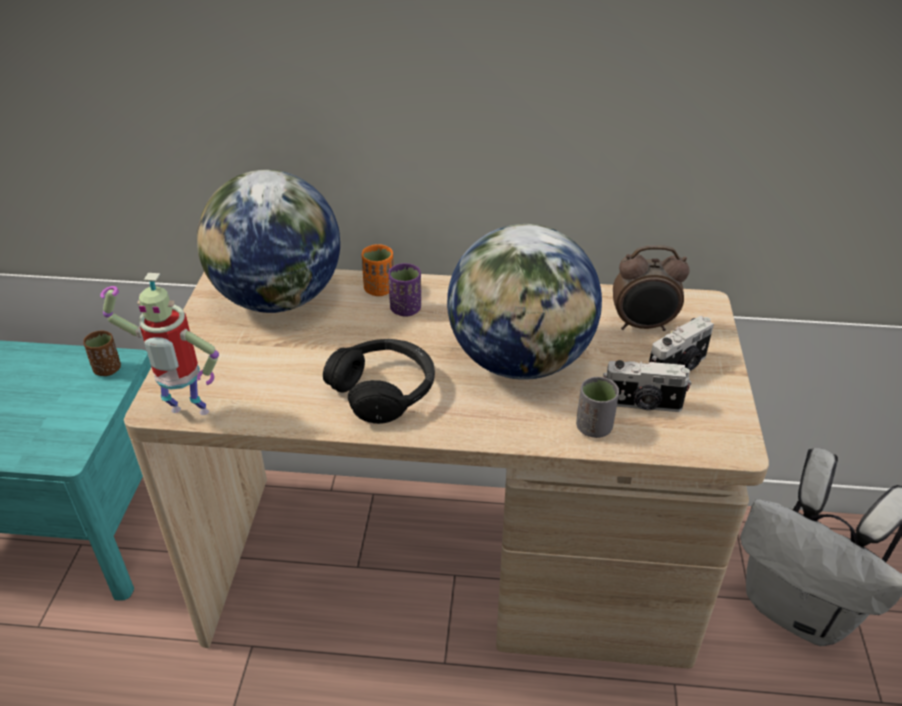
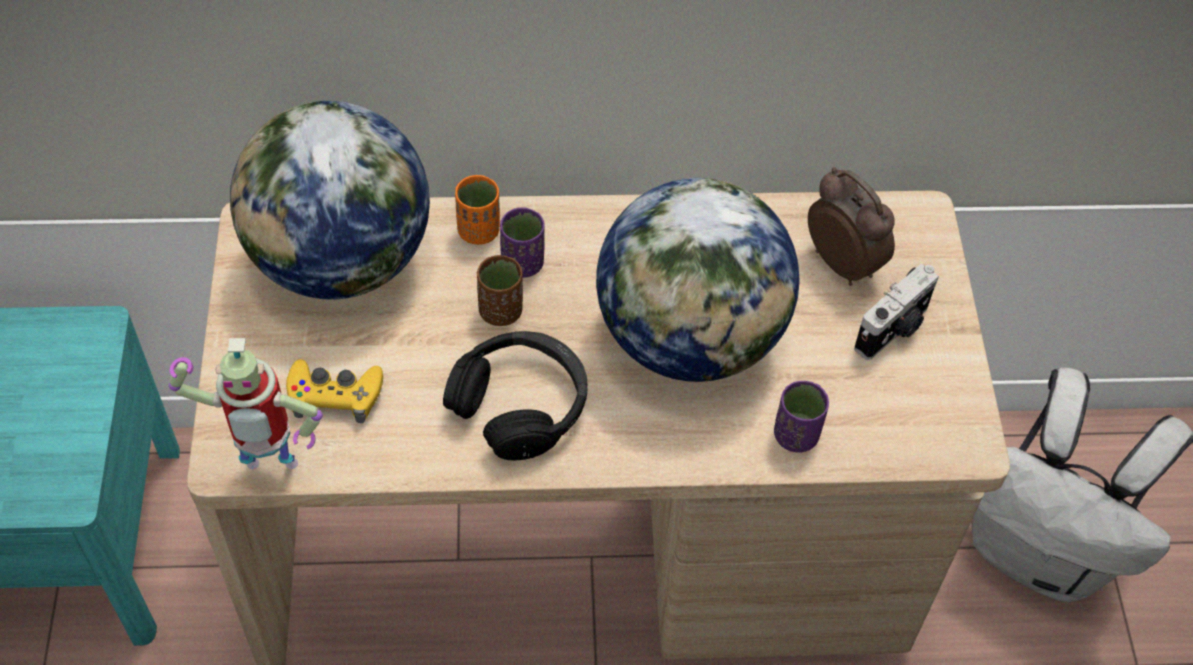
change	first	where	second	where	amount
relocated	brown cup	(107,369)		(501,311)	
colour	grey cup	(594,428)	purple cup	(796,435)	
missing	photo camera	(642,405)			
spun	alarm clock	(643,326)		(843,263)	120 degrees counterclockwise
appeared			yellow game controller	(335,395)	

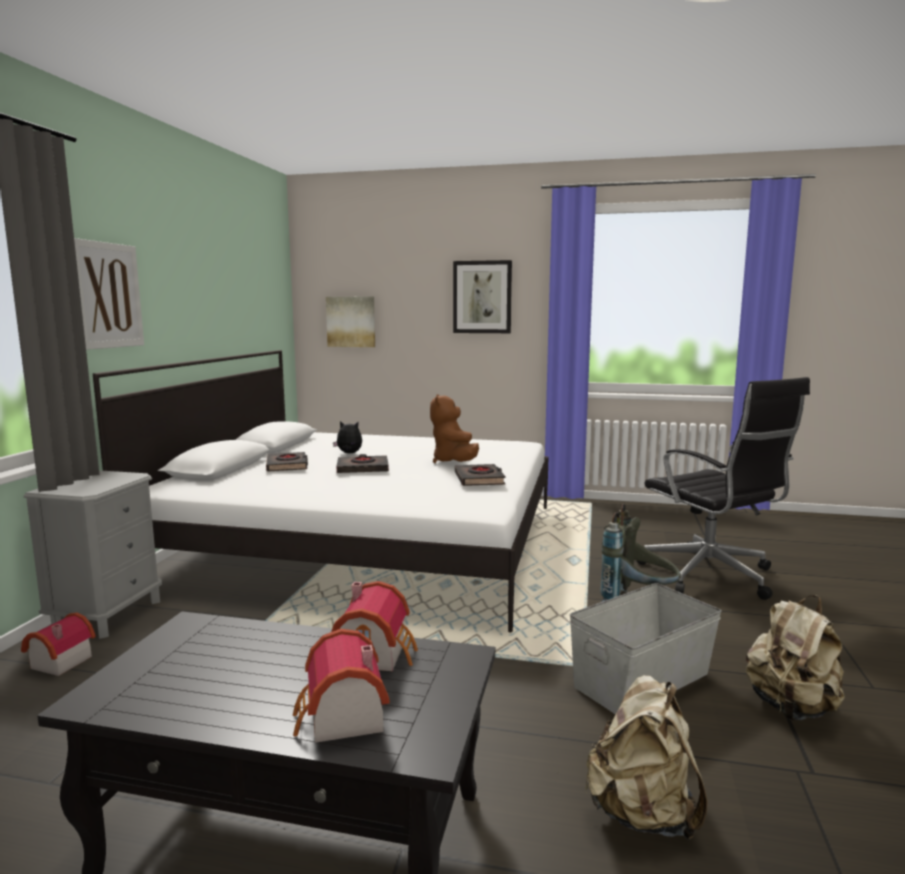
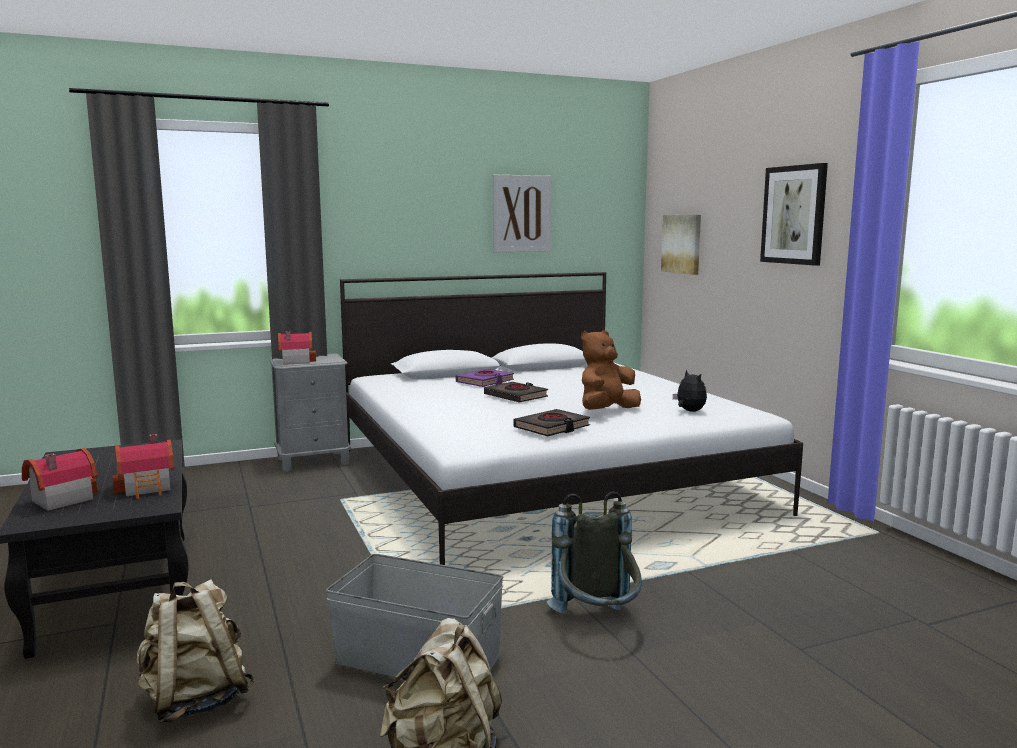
change	first	where	second	where	amount
relocated	toy house	(57,662)		(295,361)	
relocated	picture	(107,295)		(521,213)	
colour	black book	(287,466)	purple book	(485,382)	
relocated	plush toy	(349,453)		(689,411)	
missing	black office chair	(711,576)			

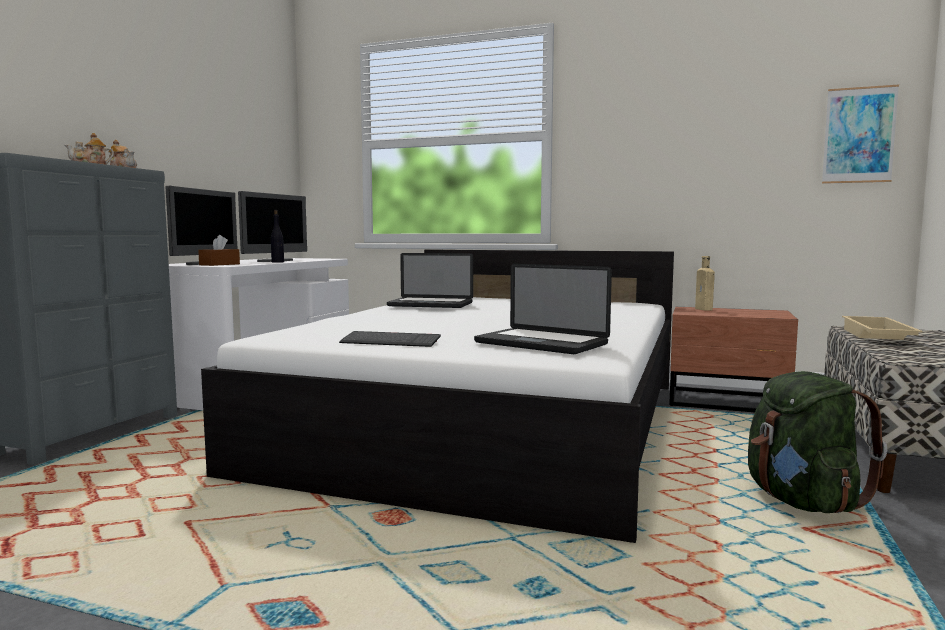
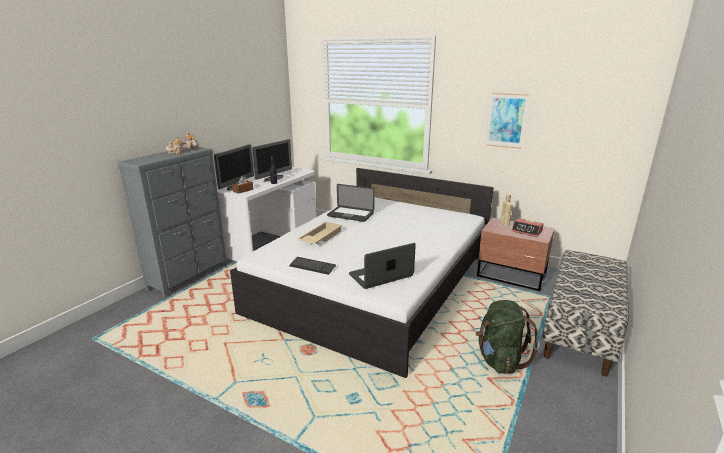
change	first	where	second	where	amount
spun	laptop	(540,343)		(381,275)	105 degrees clockwise
relocated	picture	(859,135)		(506,120)	
relocated	beige tray	(875,336)		(320,237)	
appeared			alarm clock	(527,231)	

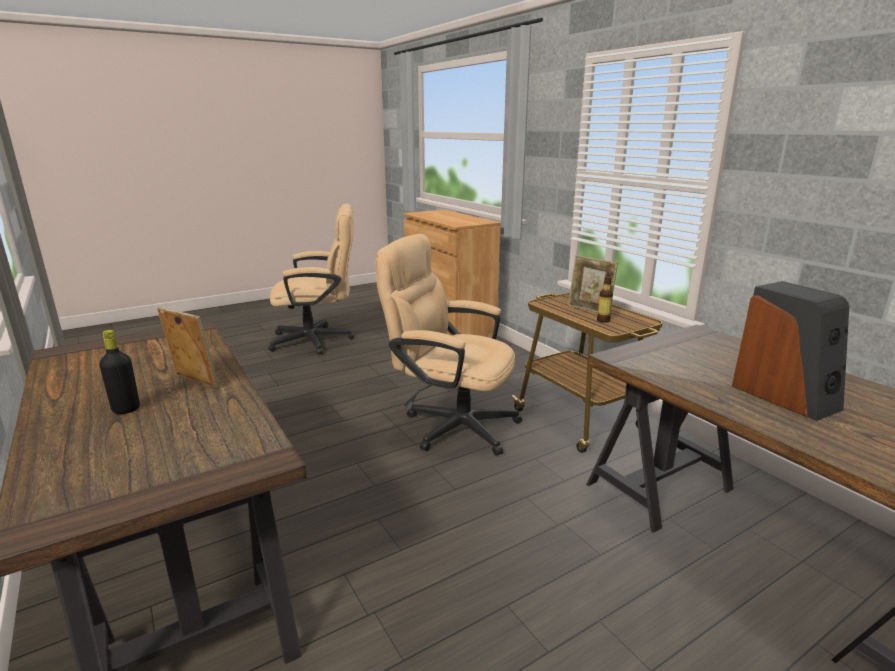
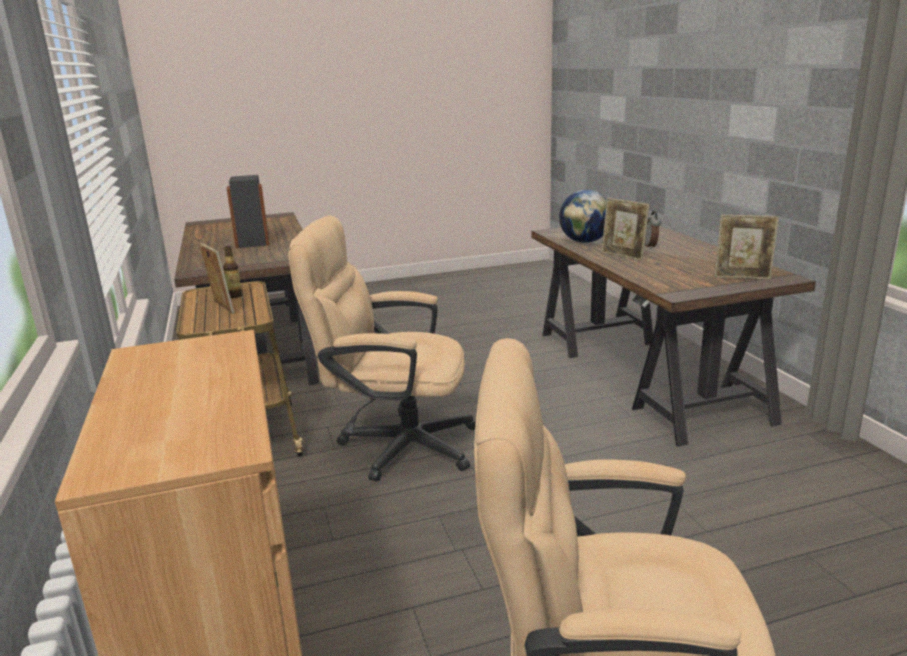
change	first	where	second	where	amount
exchanged	black bottle	(126,409)	alarm clock	(651,246)	
spun	beige office chair	(451,424)		(395,445)	150 degrees clockwise
appeared			globe	(584,242)	
appeared			picture frame	(742,278)	

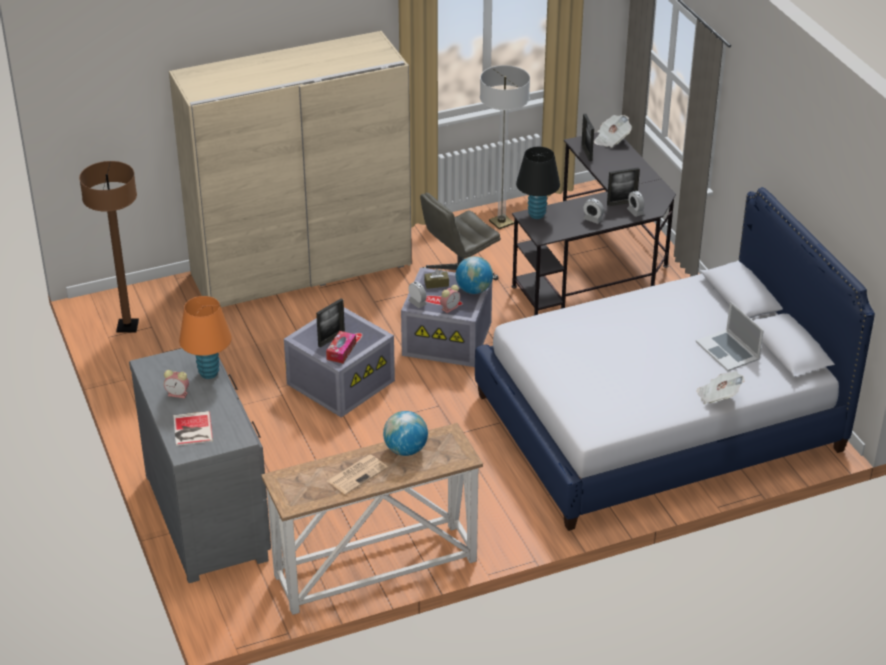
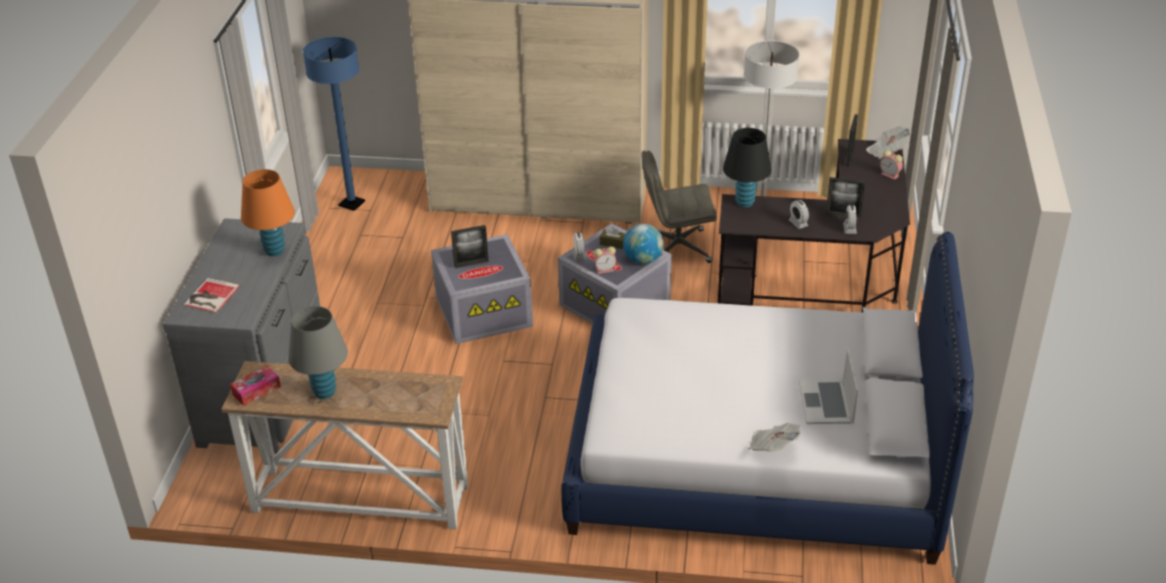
change	first	where	second	where	amount
colour	brown floor lamp	(127,326)	blue floor lamp	(352,204)	
relocated	alarm clock	(178,394)		(890,175)	
relocated	tissue box	(341,351)		(256,390)	
exchanged	newspaper	(357,474)	grey table lamp	(324,392)	
missing	globe	(405,450)			

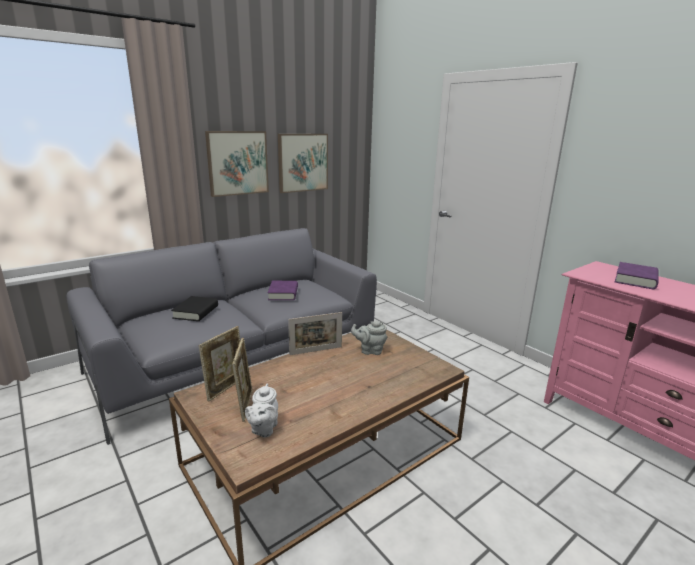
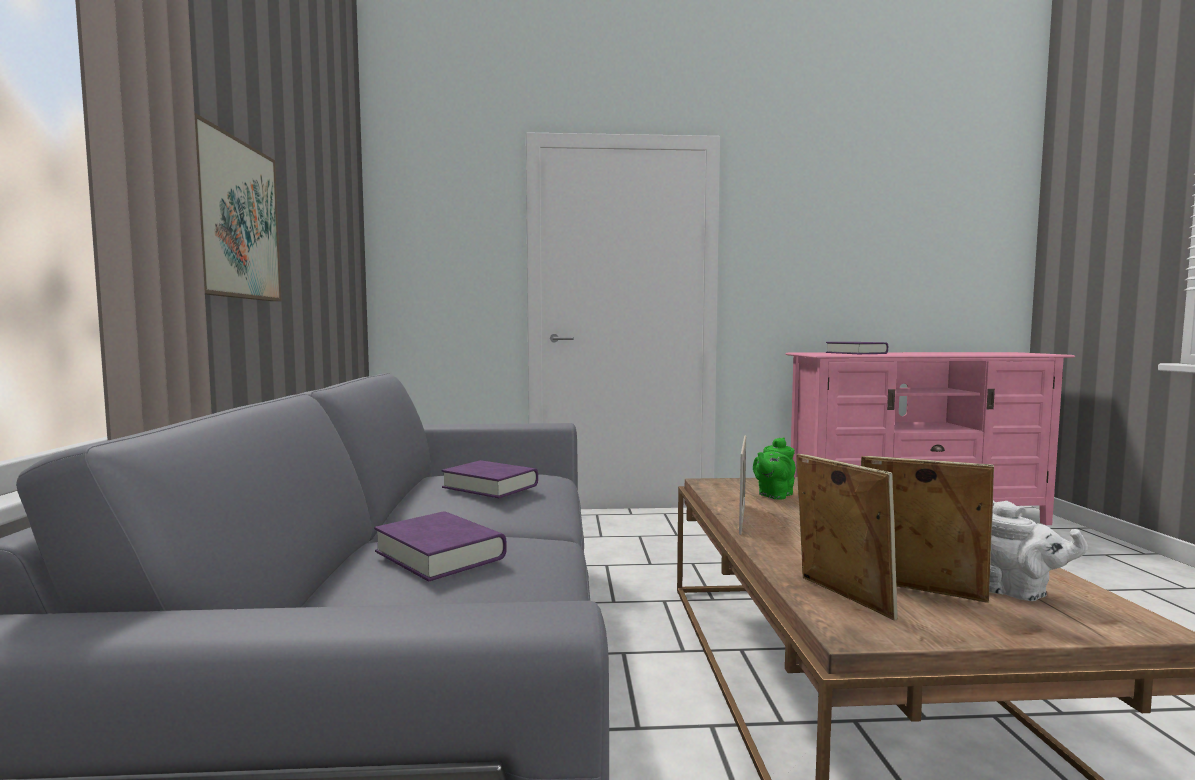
change	first	where	second	where	amount
colour	black book	(196,312)	purple book	(439,555)	
missing	picture	(303,162)			
colour	grey teapot	(370,350)	green teapot	(774,495)	

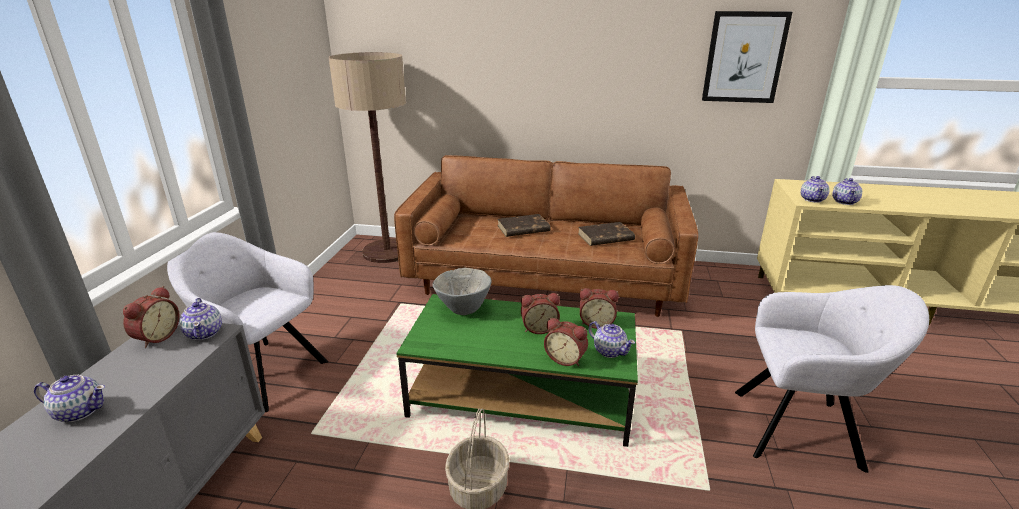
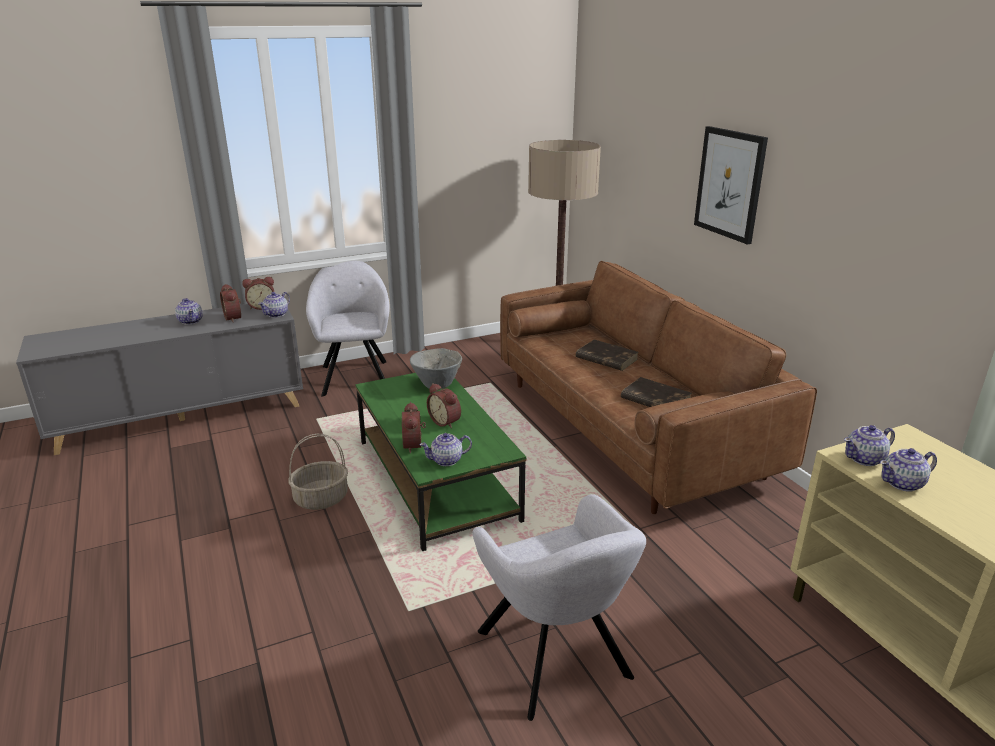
change	first	where	second	where	amount
relocated	alarm clock	(596,322)		(235,318)	
spun	teapot	(609,351)		(447,460)	60 degrees clockwise
relocated	picture	(744,57)		(730,184)	

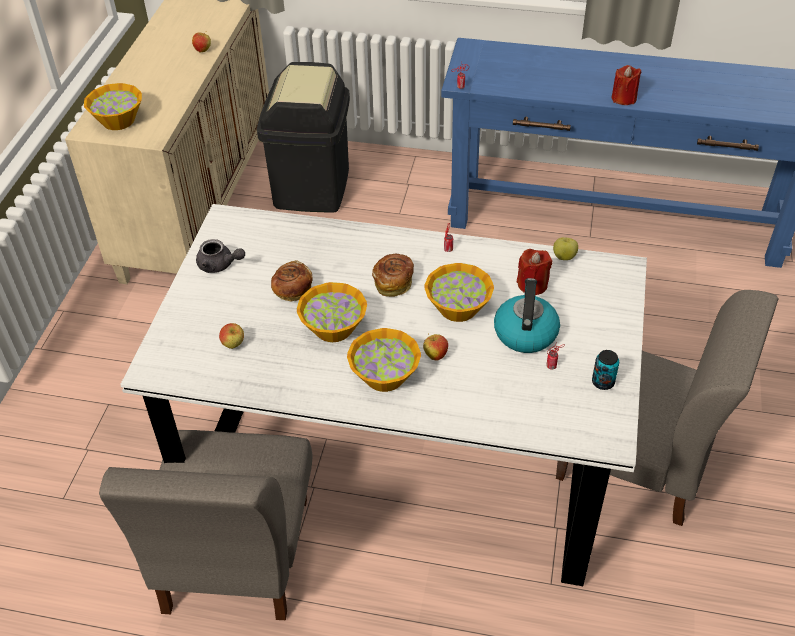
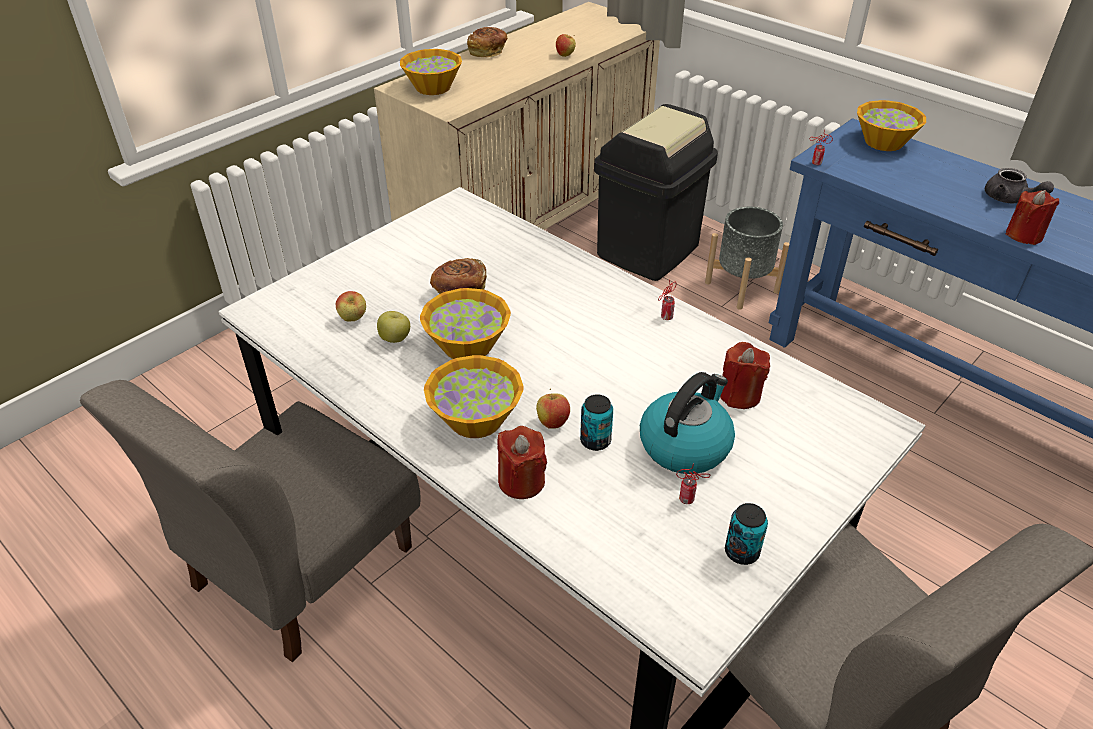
change	first	where	second	where	amount
relocated	grey teapot	(219,265)		(1009,199)	
relocated	bread	(393,282)		(487,52)	
relocated	bowl	(458,307)		(884,142)	
relocated	apple	(564,257)		(395,339)	
appeared			red candle	(521,481)	
appeared			can	(595,441)	
appeared			grey planter	(741,287)	

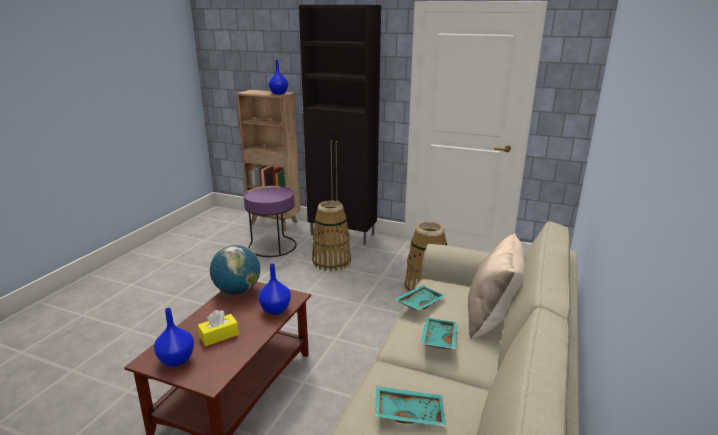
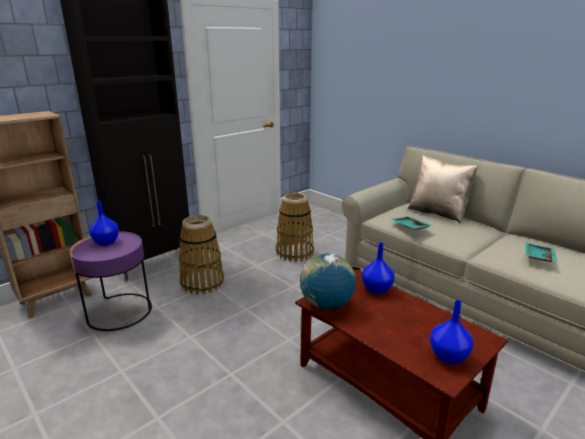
change	first	where	second	where	amount
missing	yellow tissue box	(219,336)			
relocated	blue vase	(279,93)		(107,242)	
missing	turquoise tray	(438,339)			

